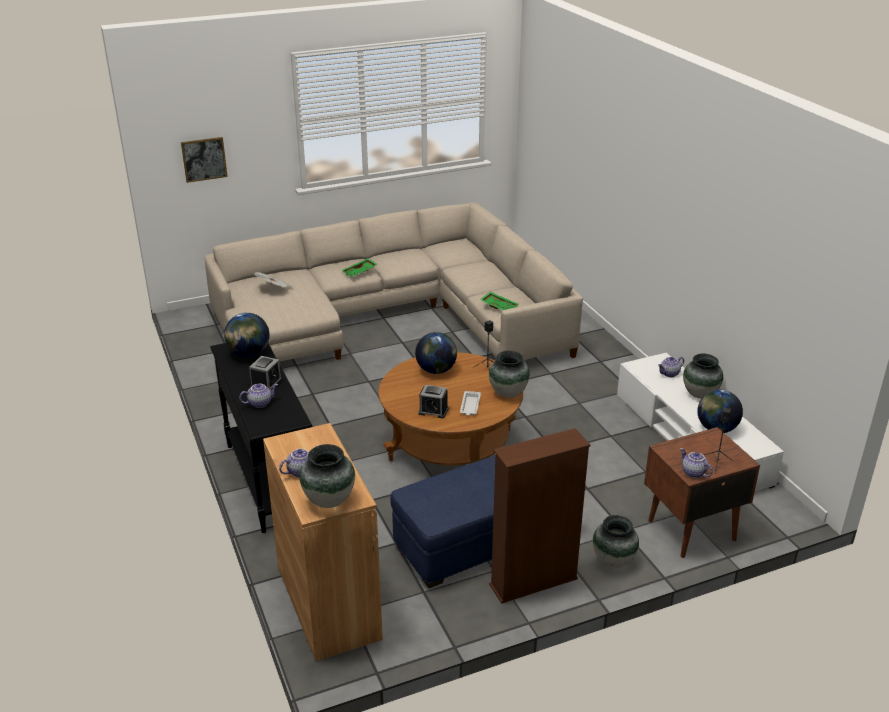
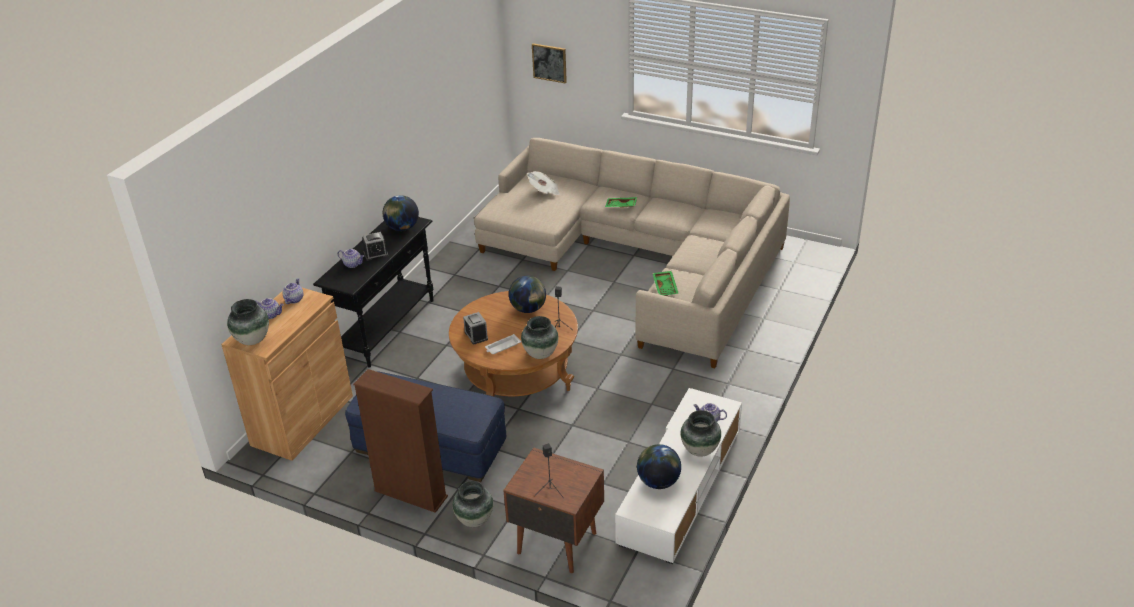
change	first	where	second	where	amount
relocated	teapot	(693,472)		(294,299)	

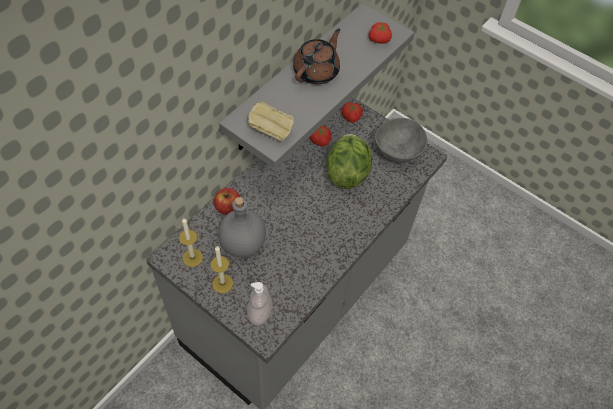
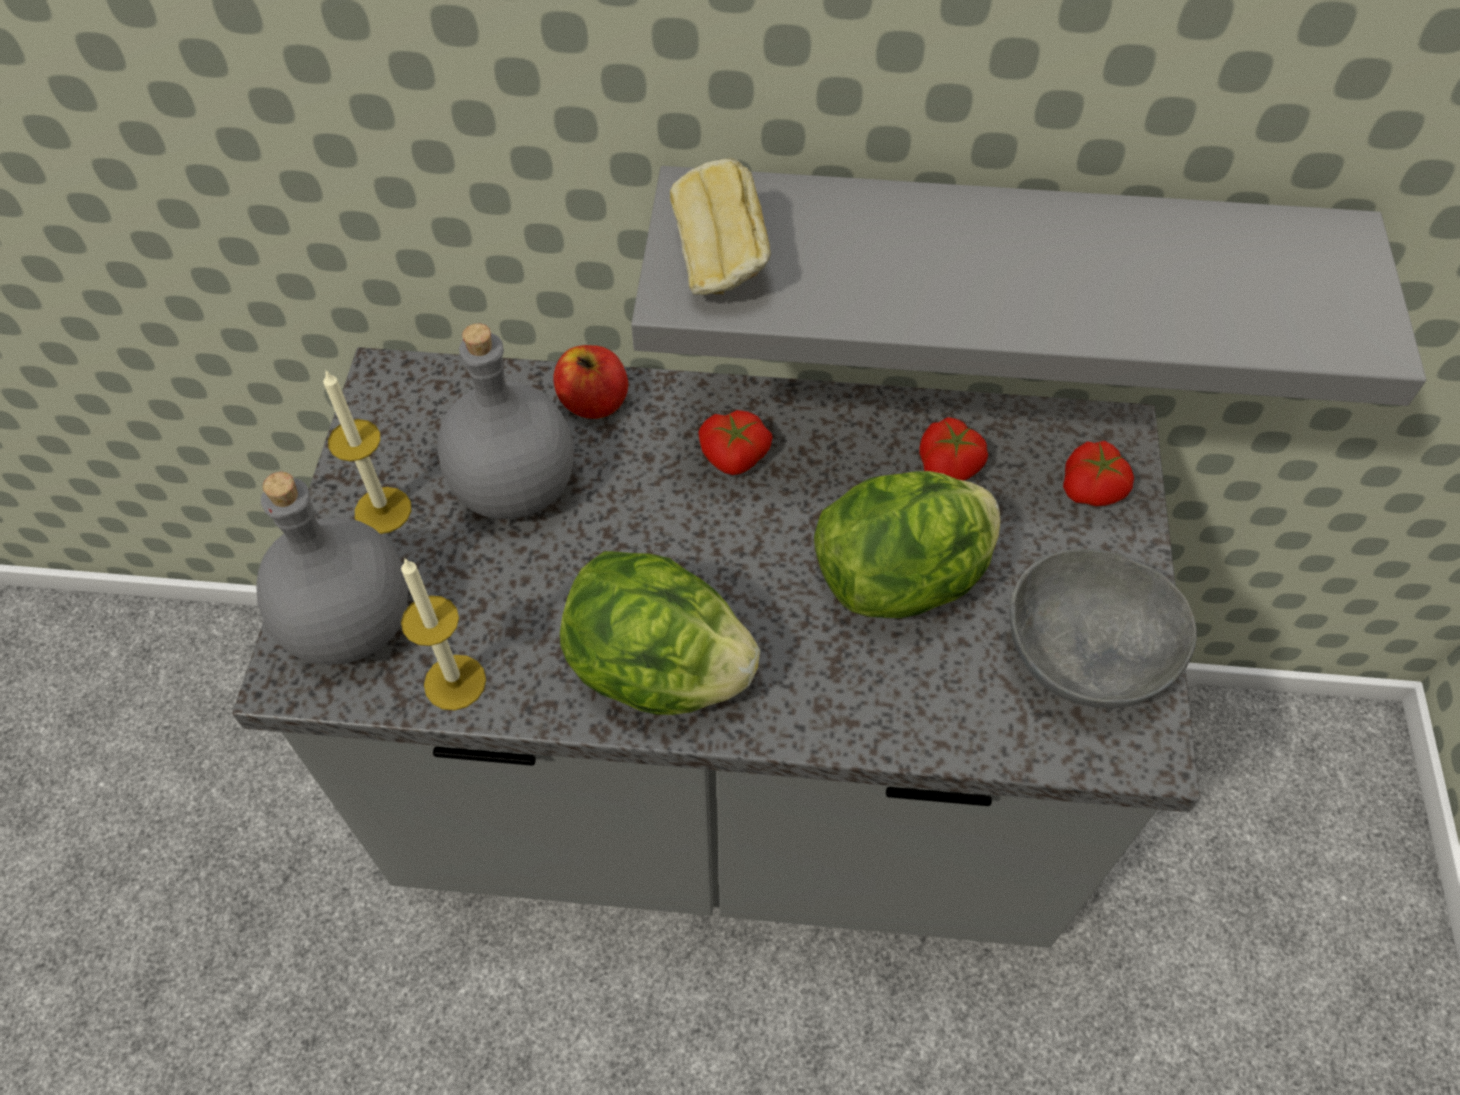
change	first	where	second	where	amount
relocated	candle	(192,257)		(455,682)	
exchanged	soap dispenser	(260,313)	grey bottle	(350,626)	
missing	brown teapot	(317,71)			
relocated	tomato	(379,39)		(734,457)	
appeared			lettuce	(659,670)	

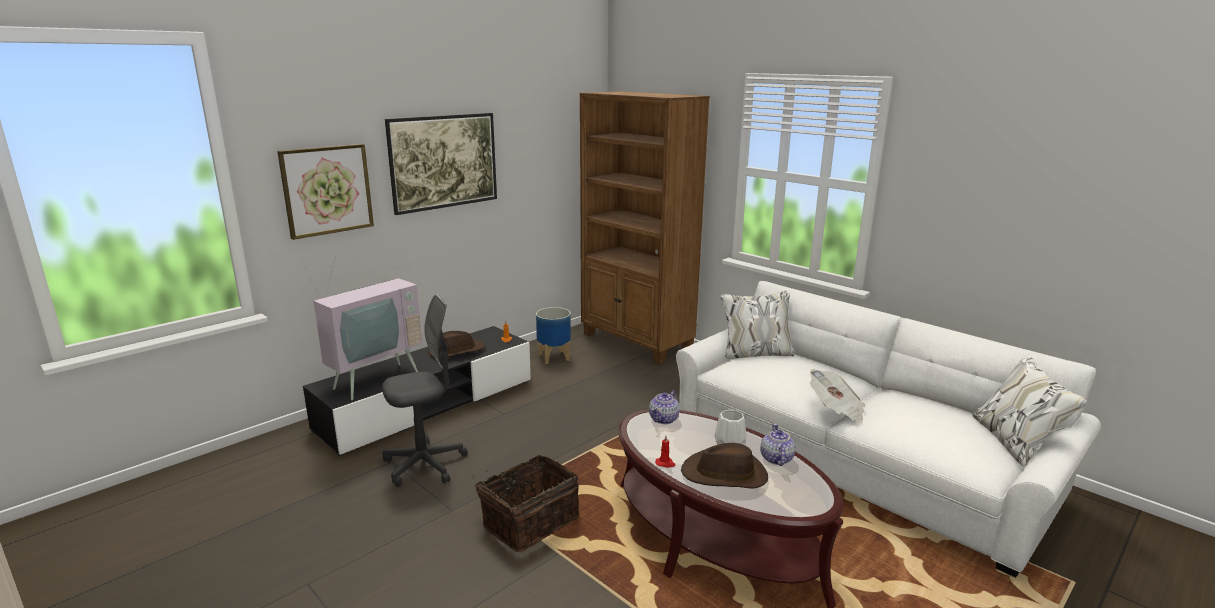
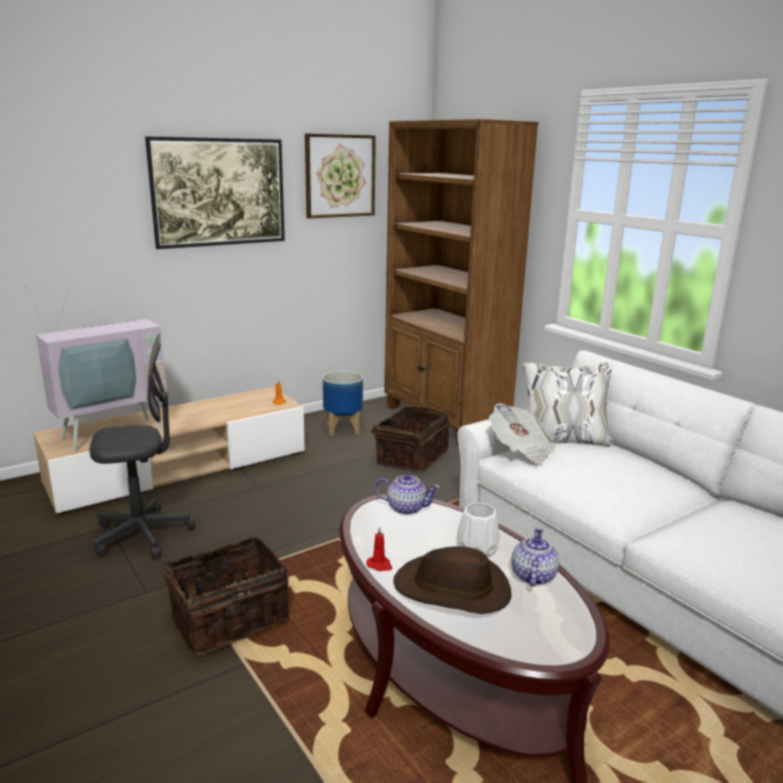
change	first	where	second	where	amount
relocated	picture	(327,190)		(340,176)	
colour	black tv stand	(428,404)	beige tv stand	(180,468)	
missing	brown hat	(456,351)			
spun	teapot	(664,419)		(406,508)	120 degrees counterclockwise
relocated	newspaper	(836,410)		(520,450)	
appeared			basket	(410,457)	

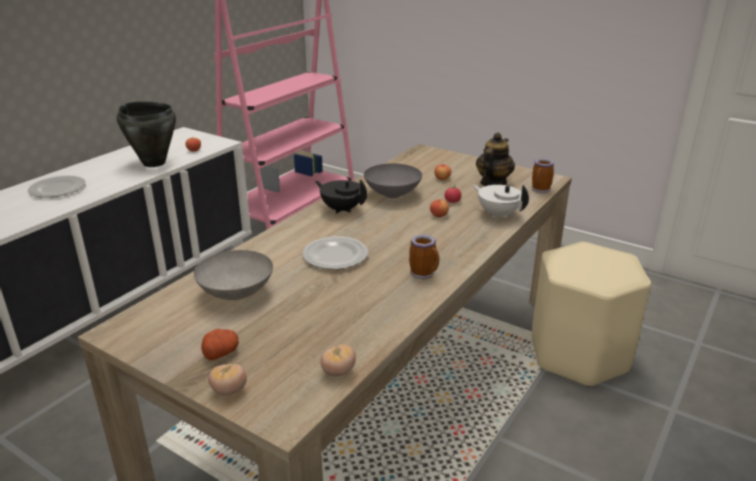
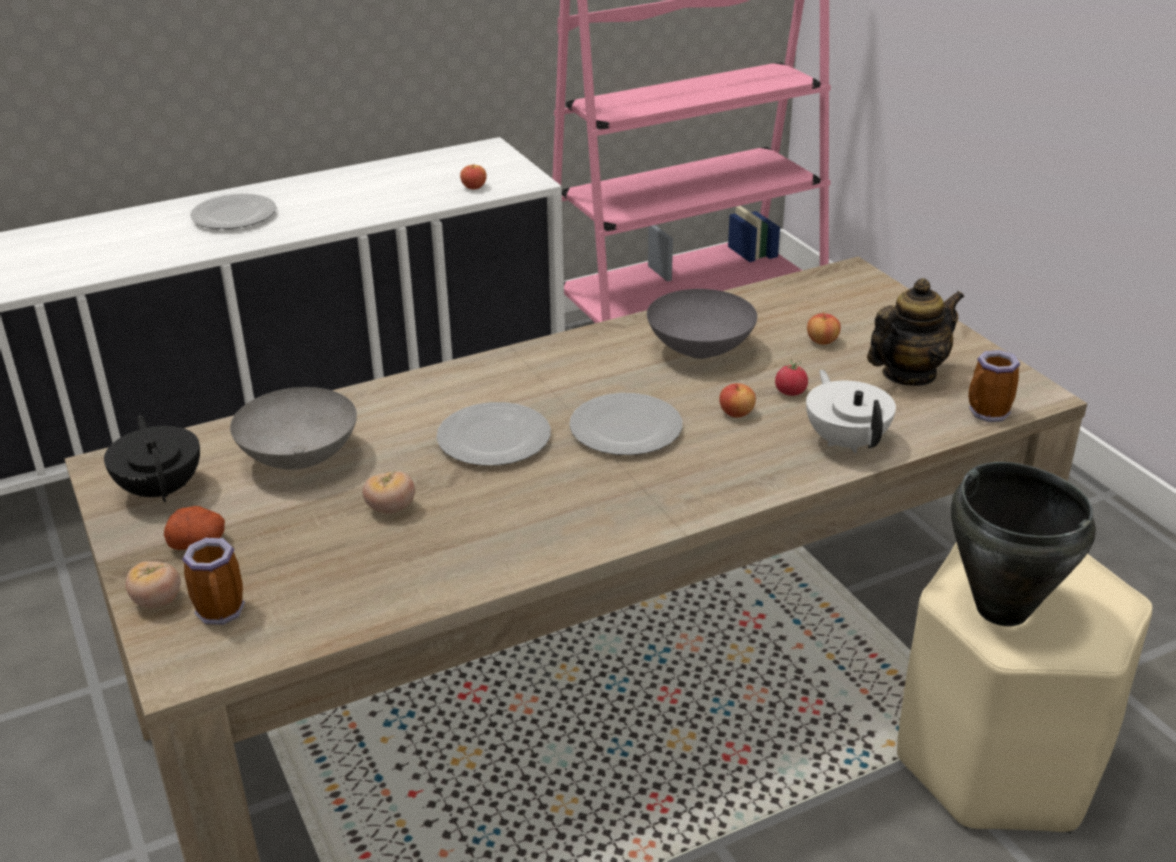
change	first	where	second	where	amount
relocated	black cooking pot	(154,163)		(1002,608)	
relocated	black teapot	(342,209)		(161,489)	
relocated	tomato	(338,372)		(390,509)	
relocated	mug	(424,273)		(223,613)	
appeared			plate	(624,429)	

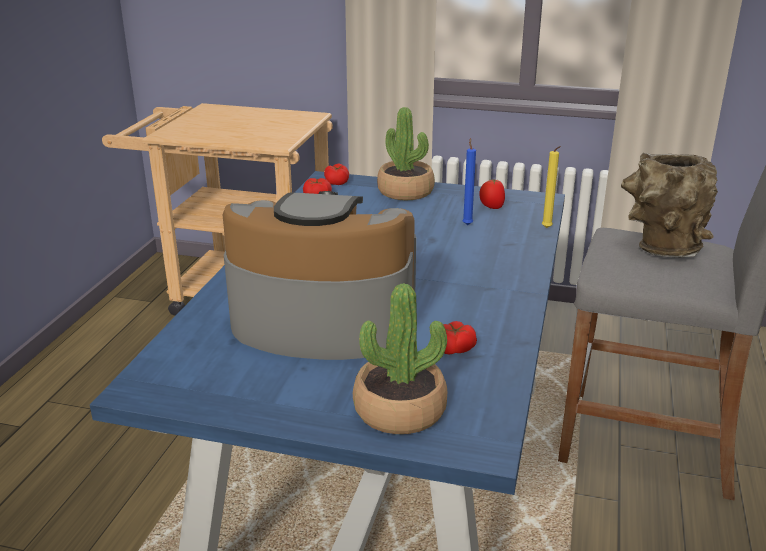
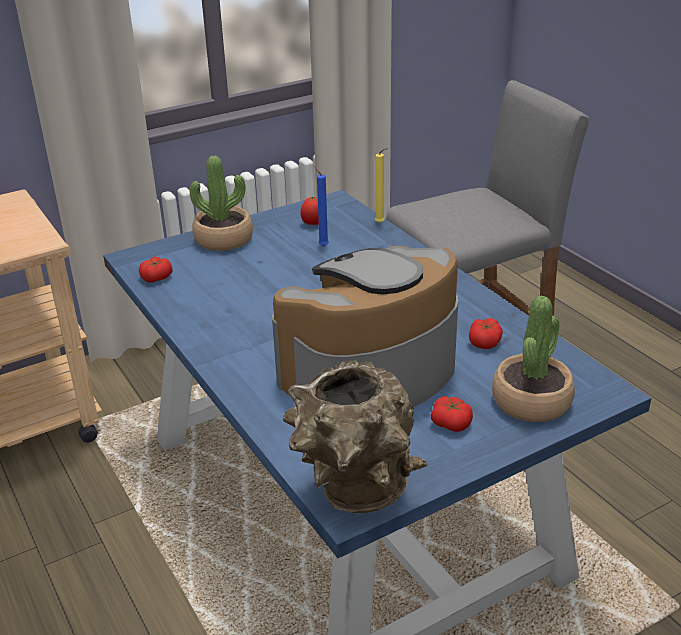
change	first	where	second	where	amount
relocated	tomato	(337,182)		(451,423)	
relocated	brown vase	(660,249)		(352,493)	

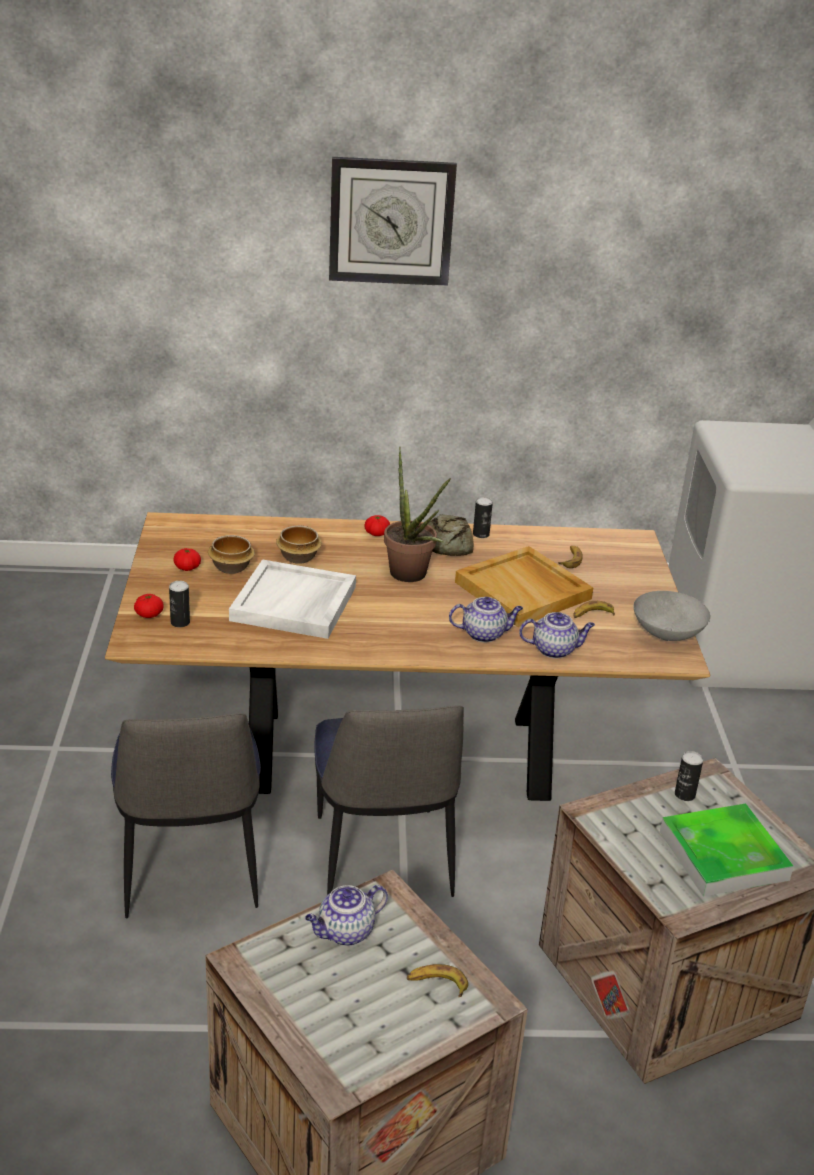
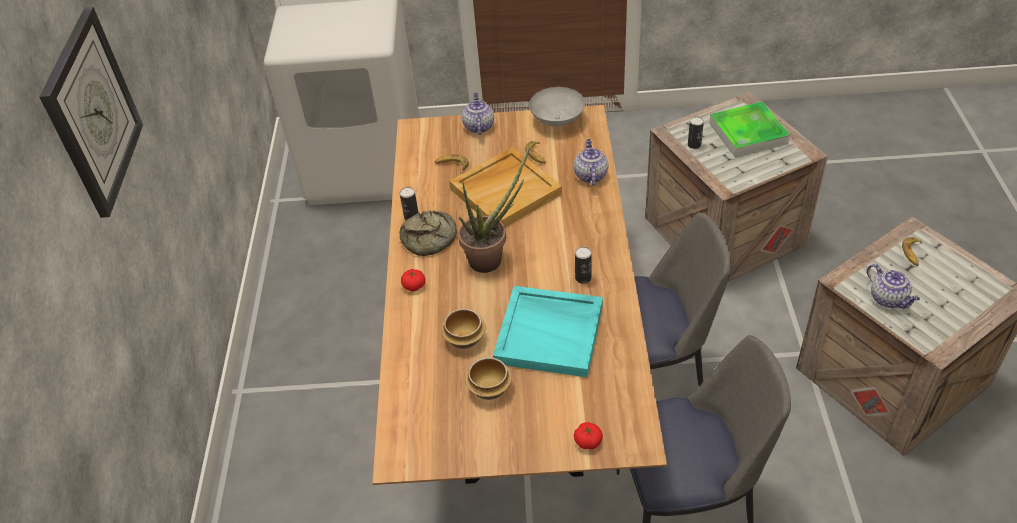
change	first	where	second	where	amount
relocated	can	(180,622)		(583,278)	
missing	tomato	(187,568)			
colour	white tray	(294,604)	turquoise tray	(550,333)	
relocated	teapot	(484,634)		(478,126)	

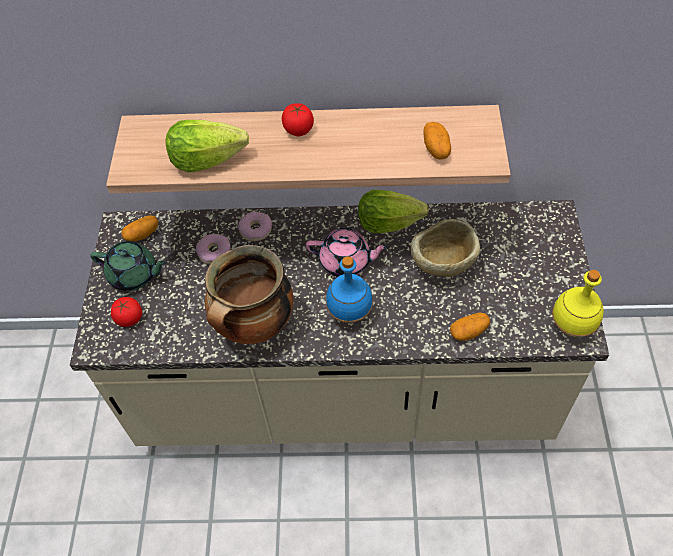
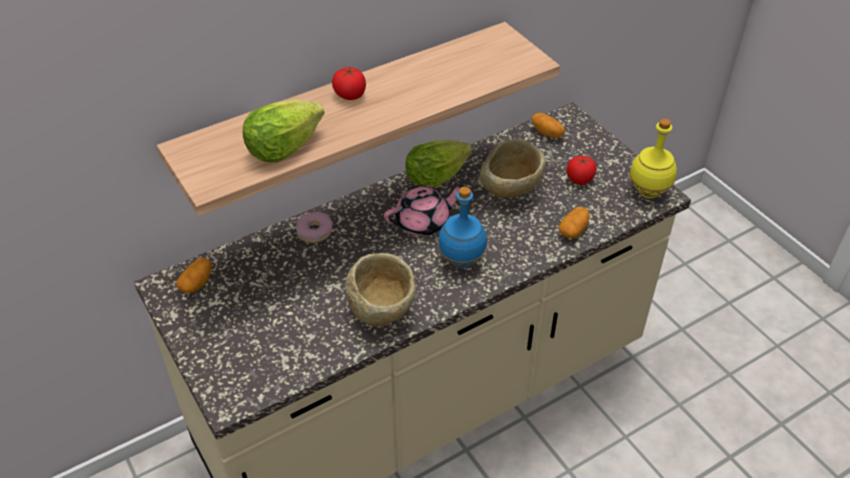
change	first	where	second	where	amount
missing	green teapot	(134,275)			
relocated	tomato	(129,318)		(579,179)	
missing	donut	(214,252)			
exchanged	cooking pot	(254,327)	beige bowl	(383,311)	
relocated	potato	(436,148)		(547,133)	

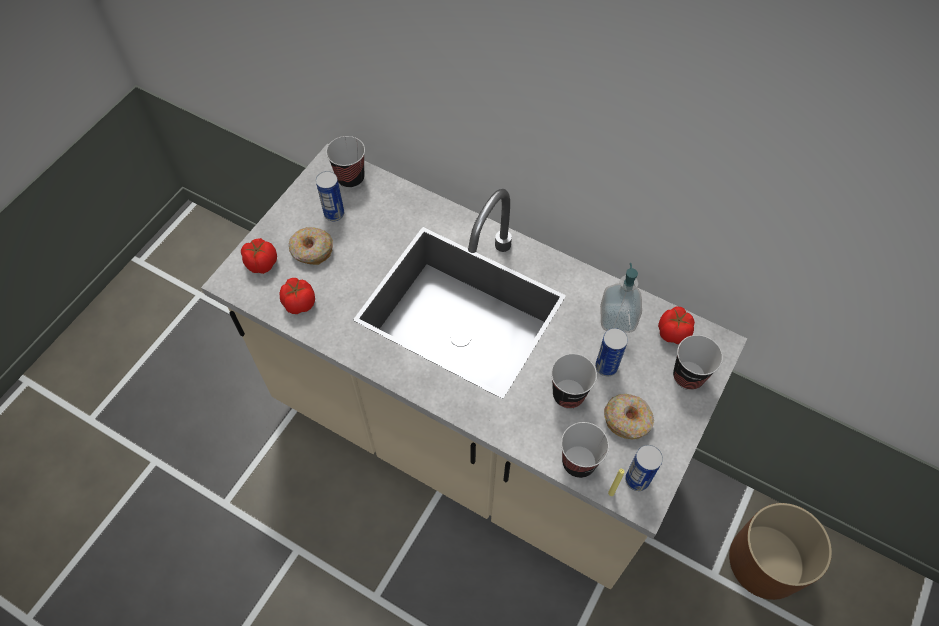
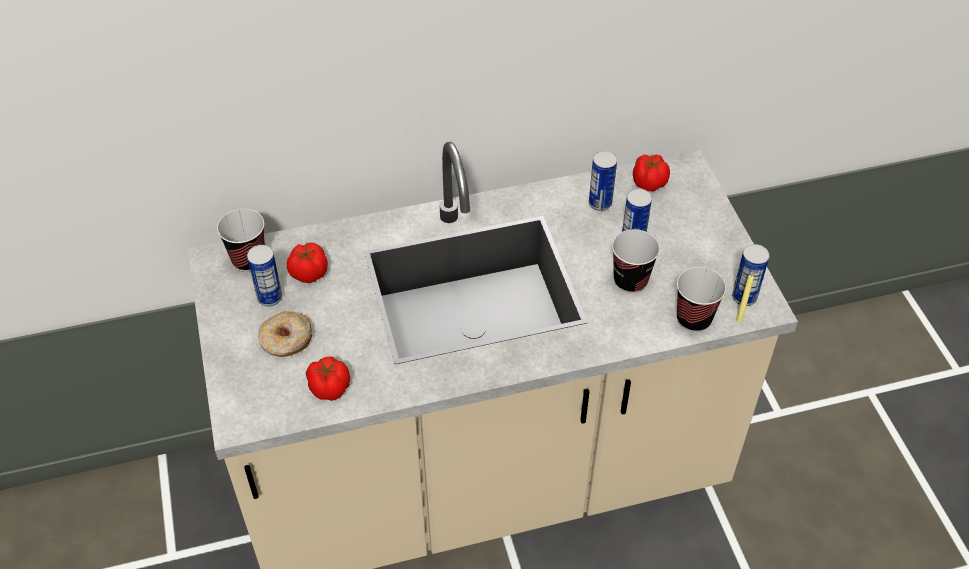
change	first	where	second	where	amount
relocated	tomato	(261,263)		(308,273)	
exchanged	soap dispenser	(617,319)	can	(600,203)	
missing	donut	(627,420)			
missing	cup	(688,376)			
missing	brown planter	(766,562)			

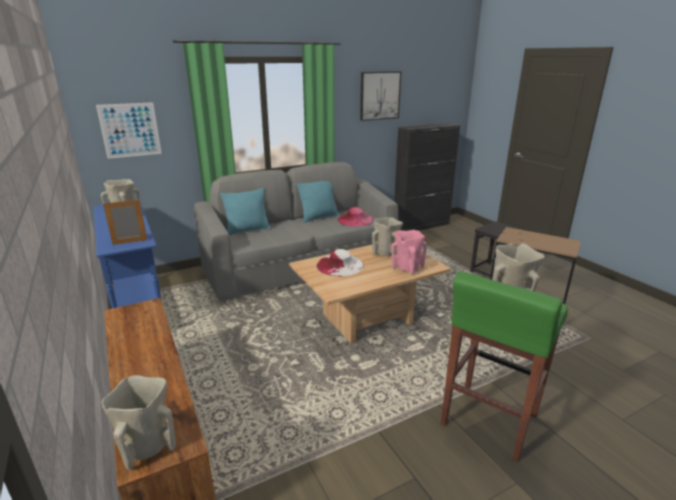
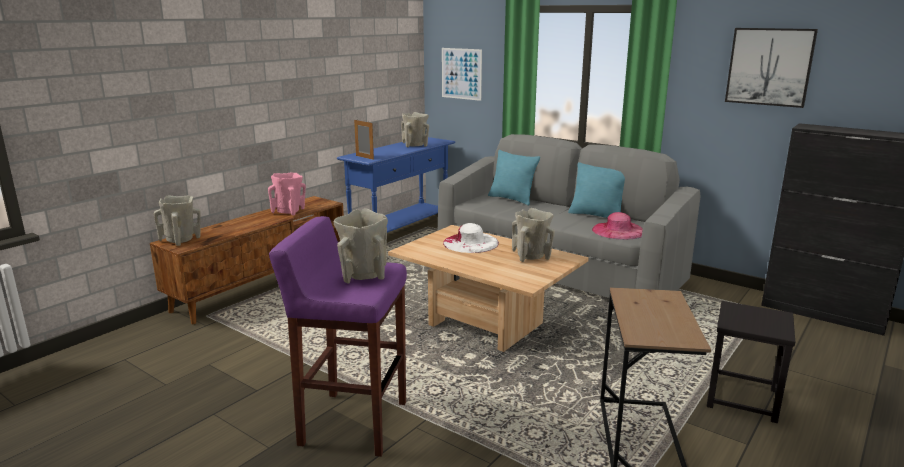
change	first	where	second	where	amount
relocated	pink vase	(407,267)		(289,211)	
colour	green stool	(488,420)	purple stool	(352,423)	

